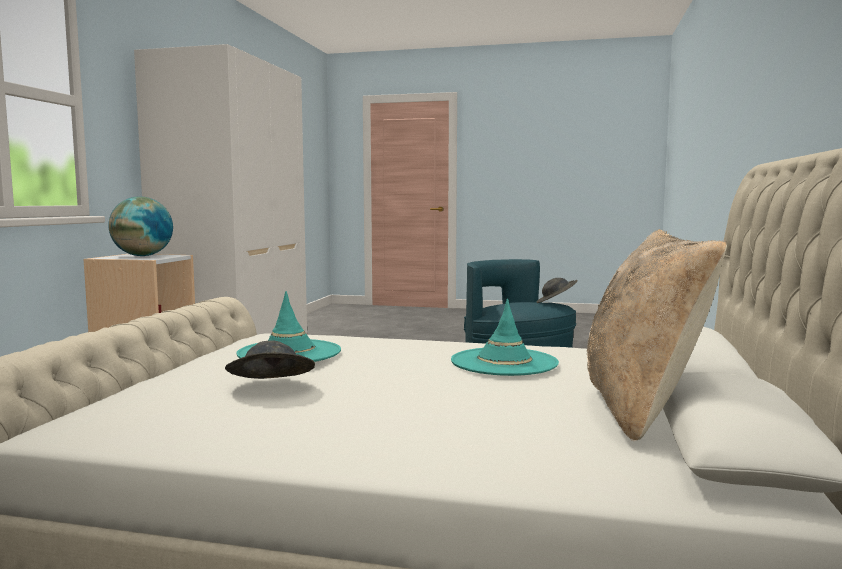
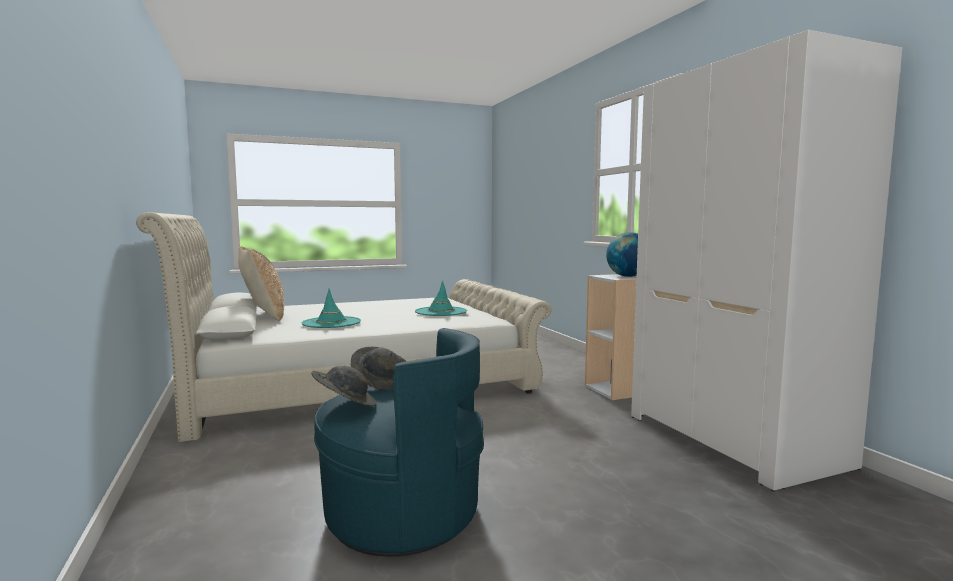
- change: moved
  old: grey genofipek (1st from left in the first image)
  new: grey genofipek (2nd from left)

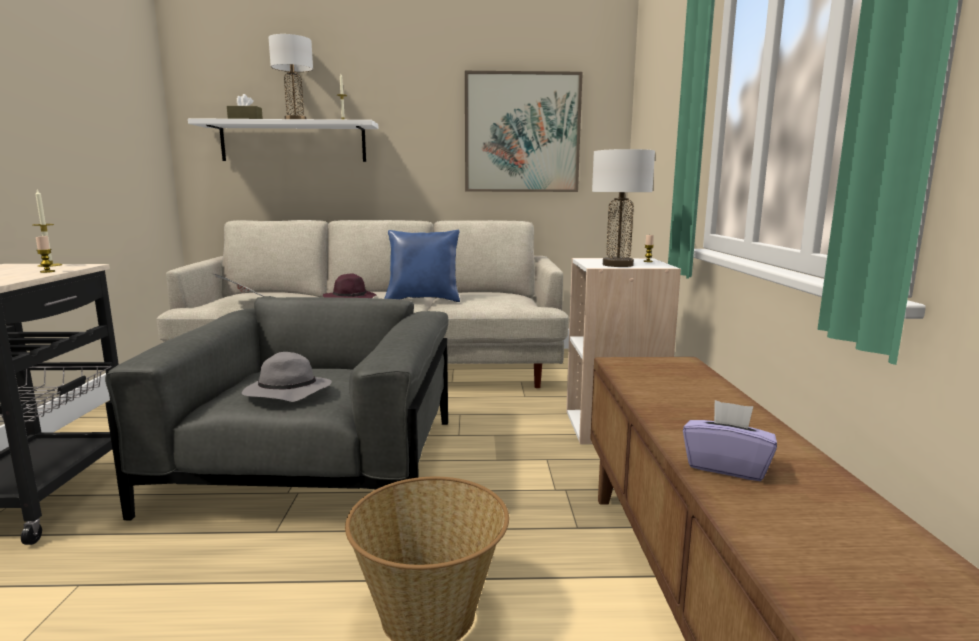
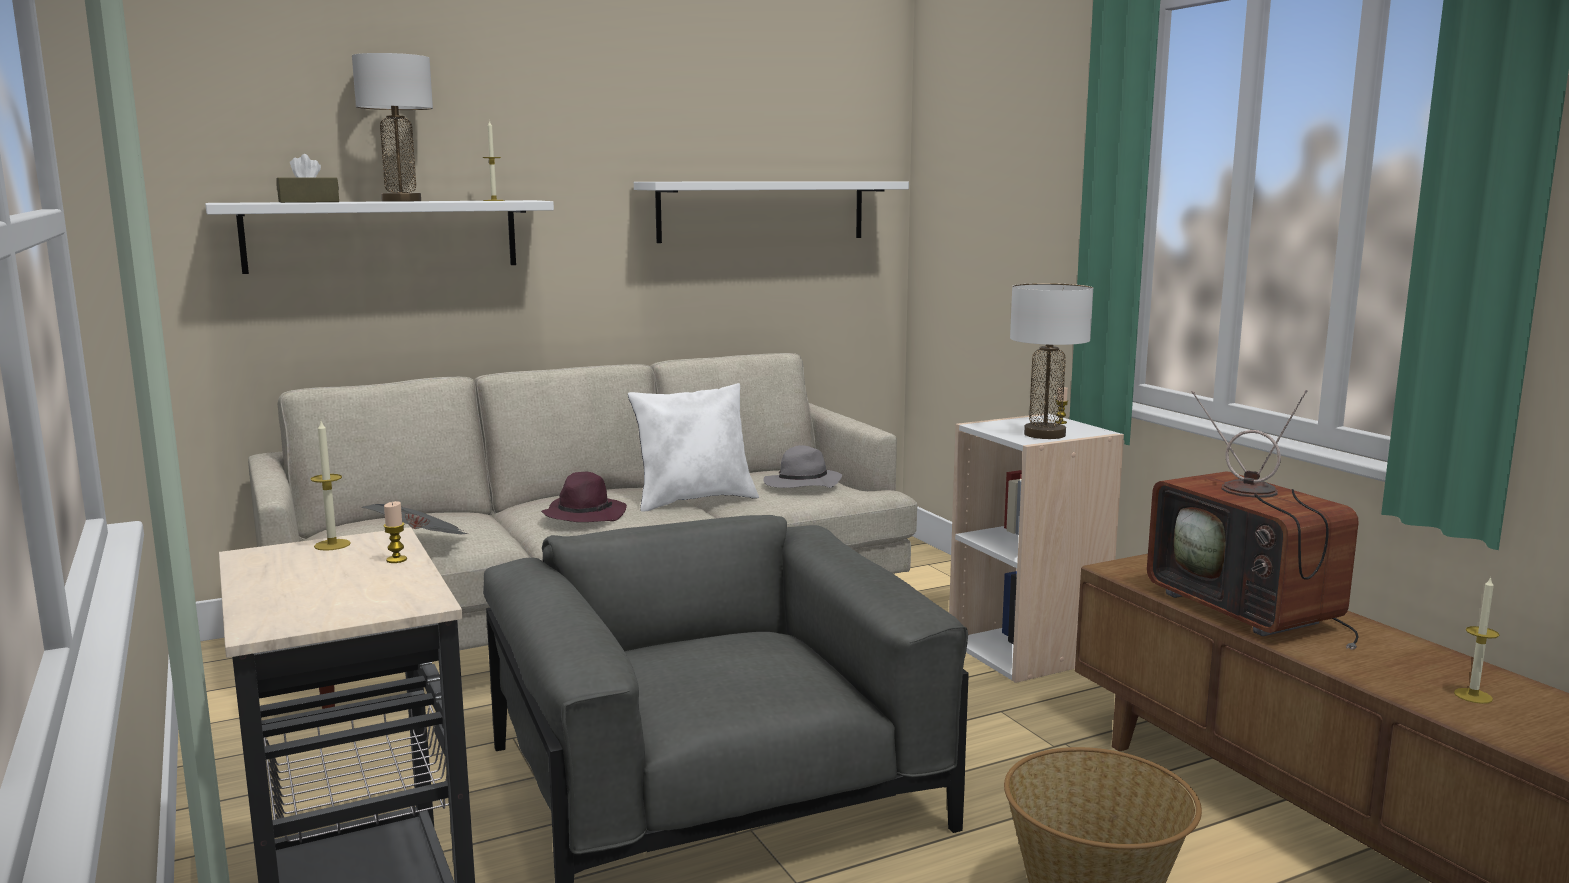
- change: moved
  old: grey genofipek
- change: recoloured
  old: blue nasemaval
  new: white nasemaval
- change: replaced
  old: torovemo
  new: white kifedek (2nd from left)
- change: removed
  old: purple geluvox
- change: added
  new: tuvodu
- change: added
  new: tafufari (5th from left)

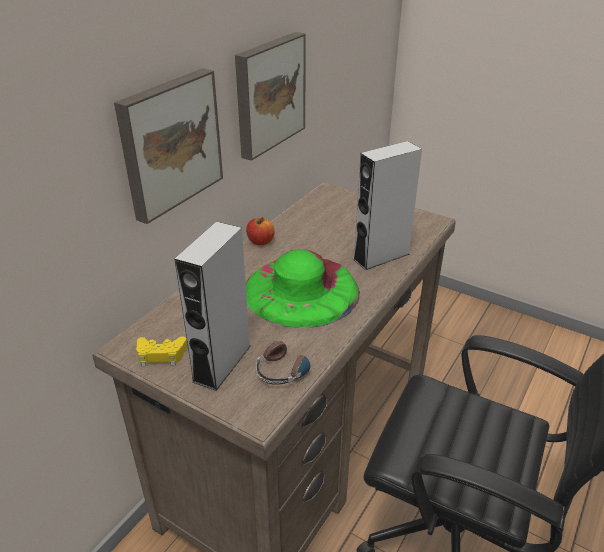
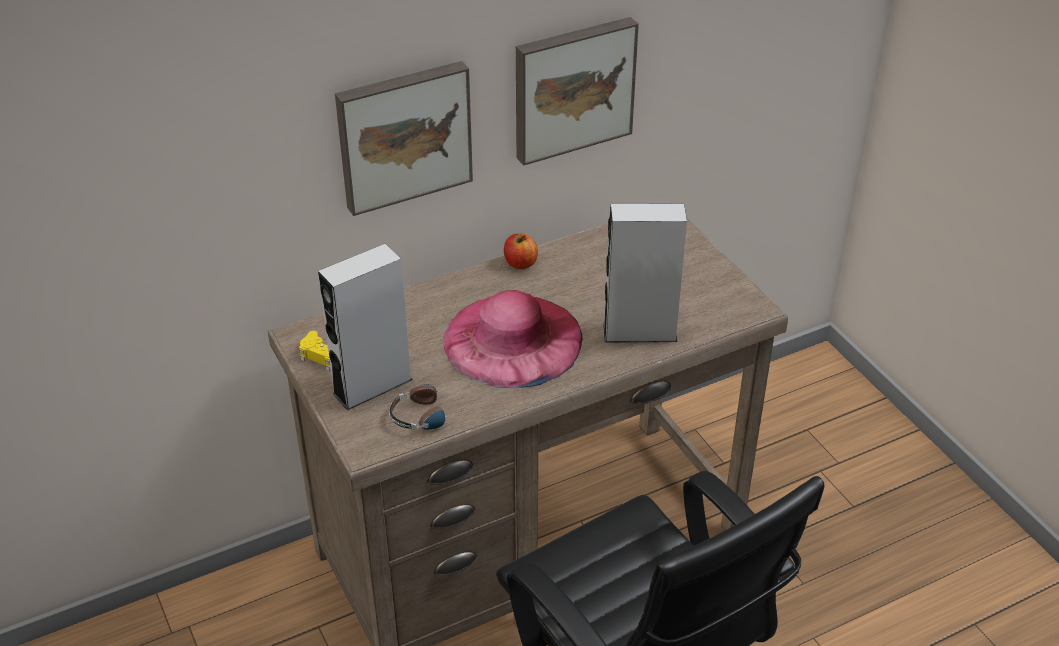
- change: recoloured
  old: green genofipek
  new: pink genofipek

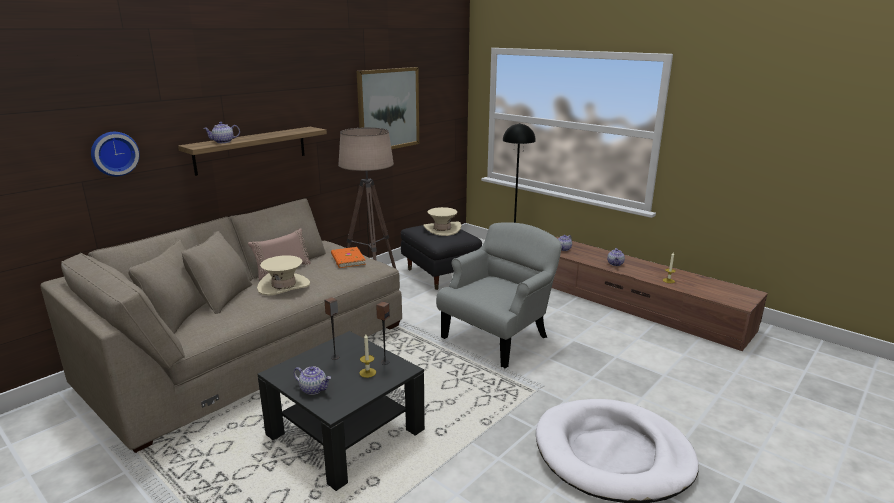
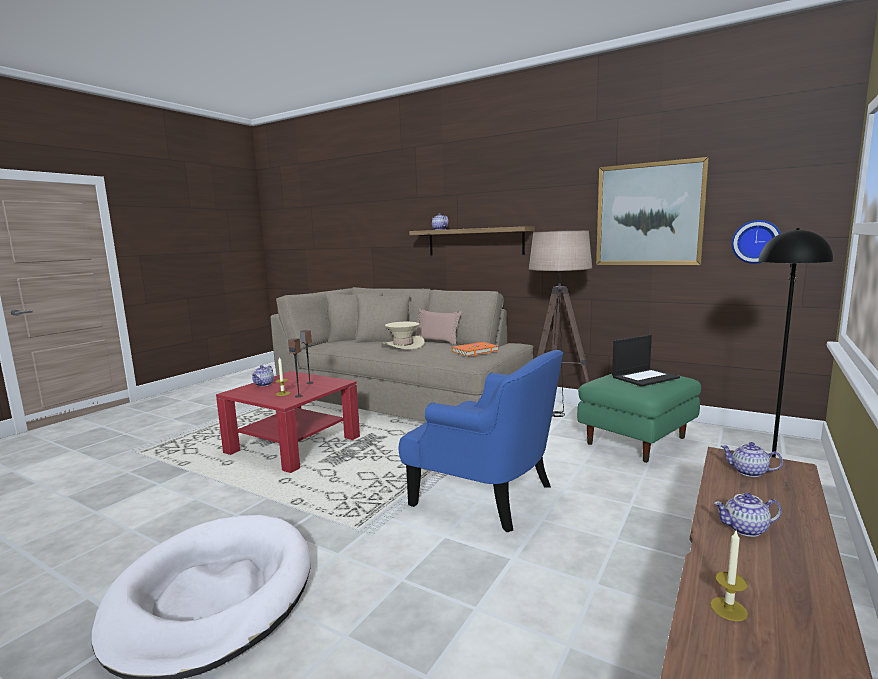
- change: moved
  old: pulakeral
- change: recoloured
  old: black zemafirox
  new: red zemafirox
- change: recoloured
  old: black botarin
  new: green botarin
- change: replaced
  old: beige genofipek (2nd from left)
  new: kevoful
- change: recoloured
  old: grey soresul
  new: blue soresul

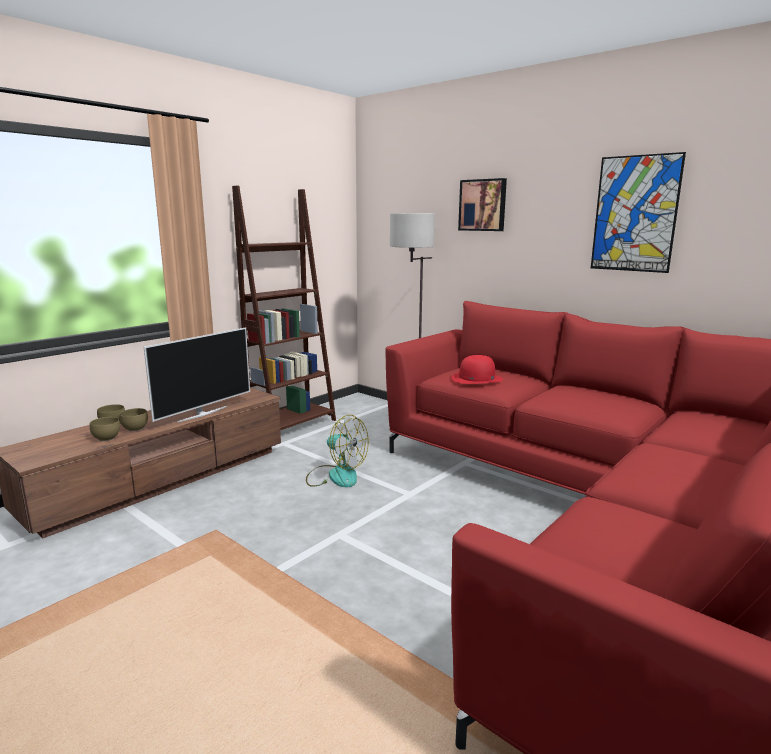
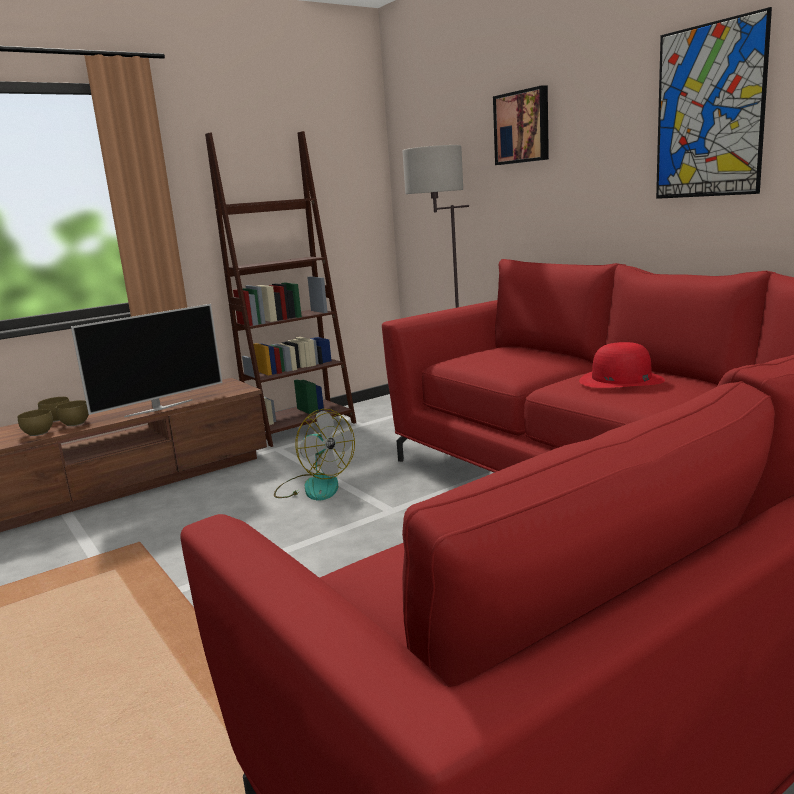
- change: moved
  old: red genofipek

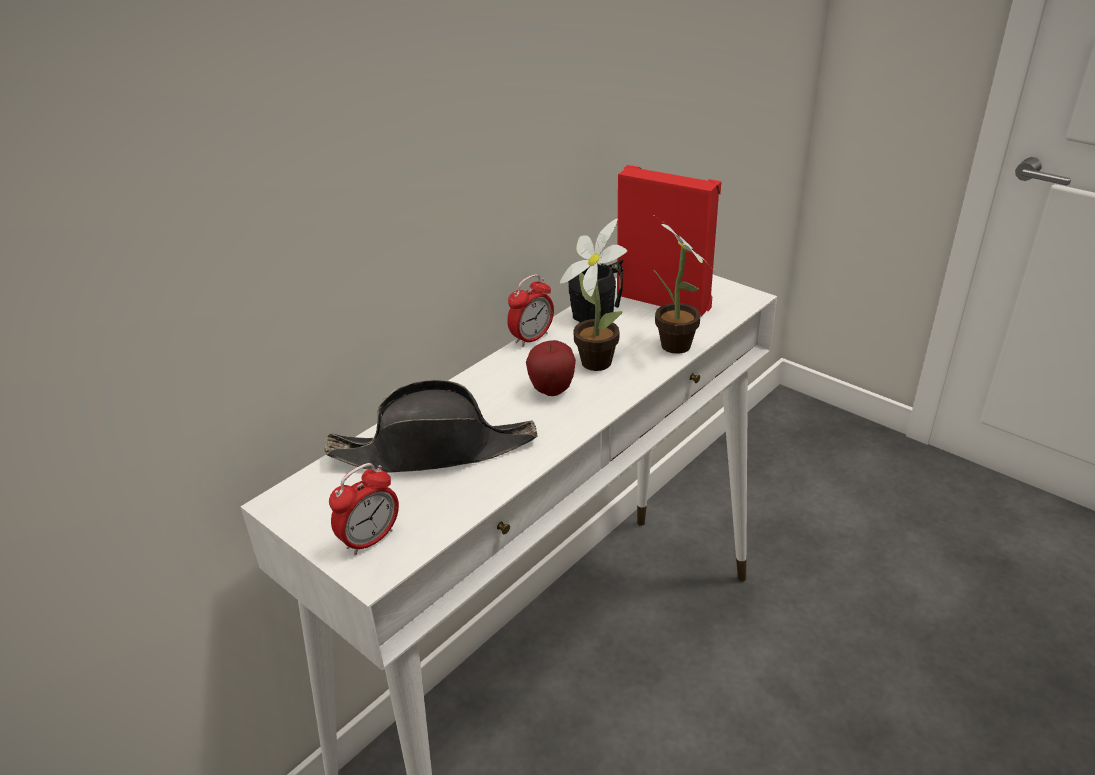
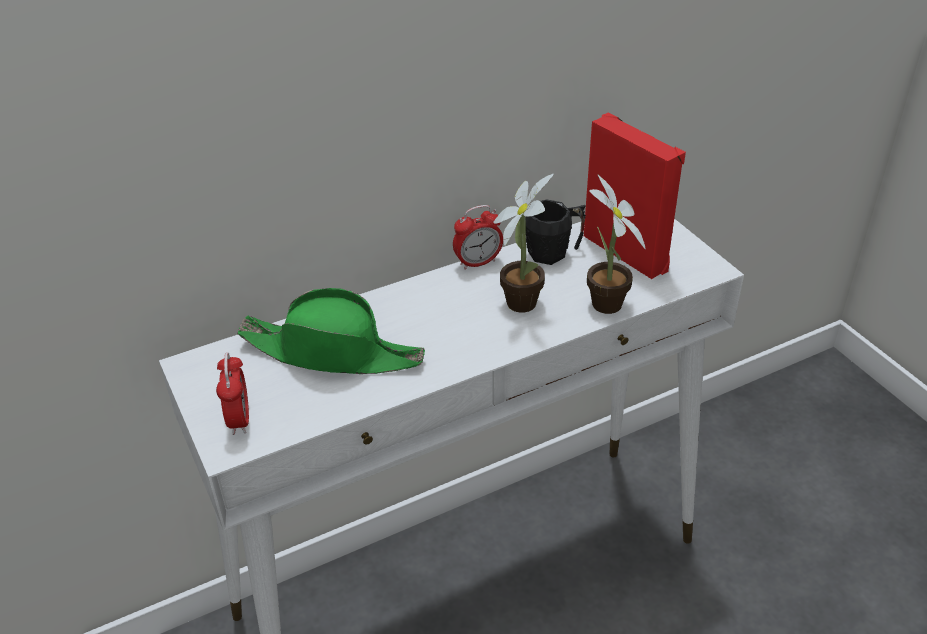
- change: recoloured
  old: black genofipek
  new: green genofipek
- change: turned
  old: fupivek (1st from left)
  degrees: -75
- change: removed
  old: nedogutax

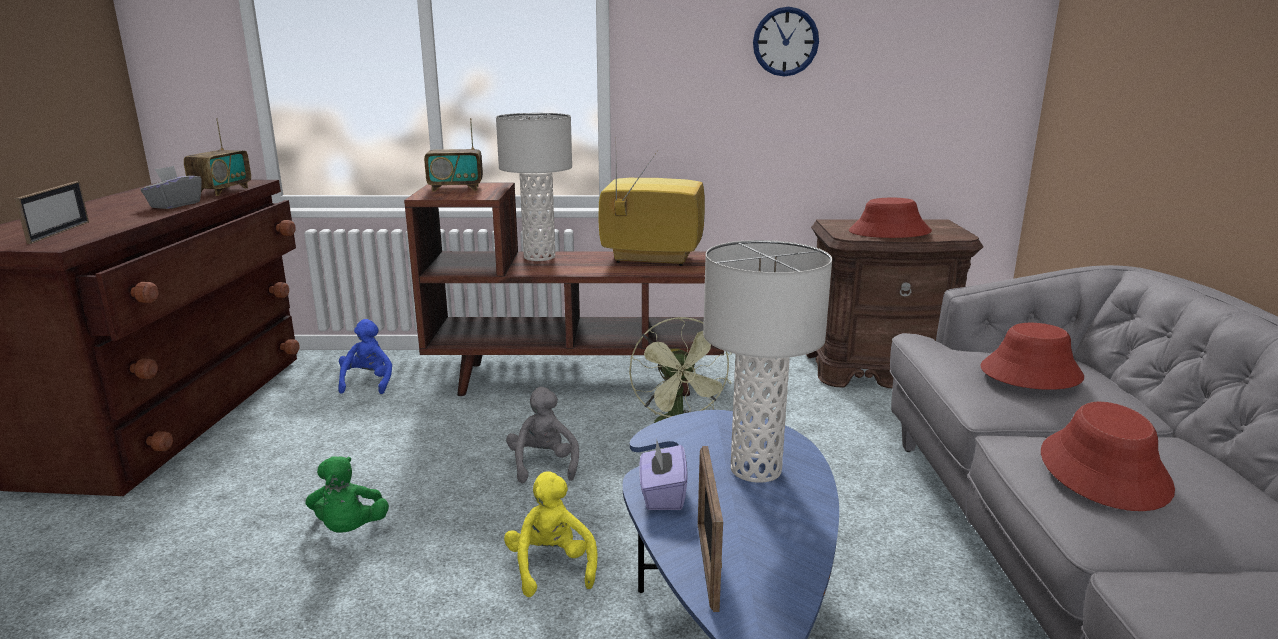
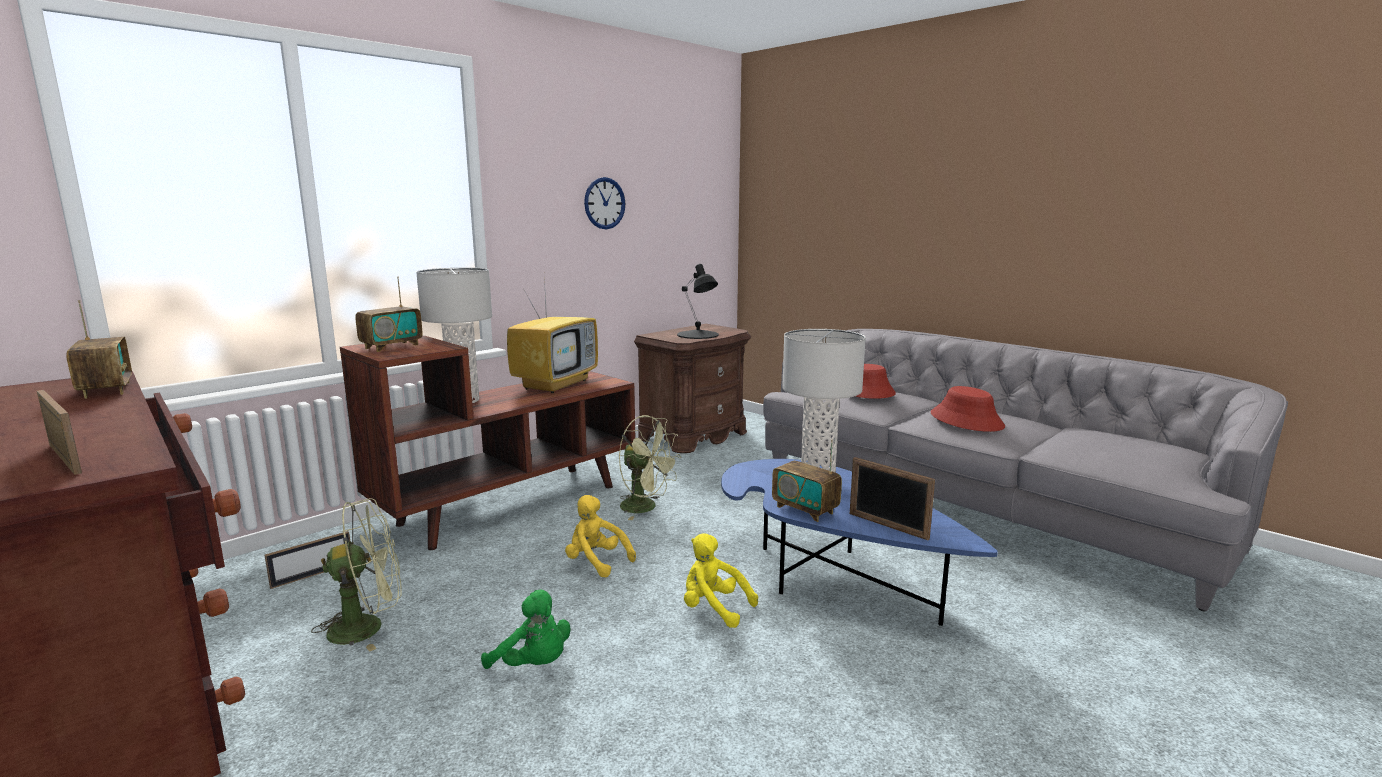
- change: removed
  old: grey geluvox
- change: replaced
  old: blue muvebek
  new: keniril (2nd from left)
- change: recoloured
  old: grey muvebek
  new: yellow muvebek (1st from left)
- change: turned
  old: tuvodu
  degrees: 150
- change: replaced
  old: purple geluvox
  new: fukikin (3rd from left)
- change: replaced
  old: red genofipek (1st from left)
  new: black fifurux
- change: added
  new: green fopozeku (1st from left)

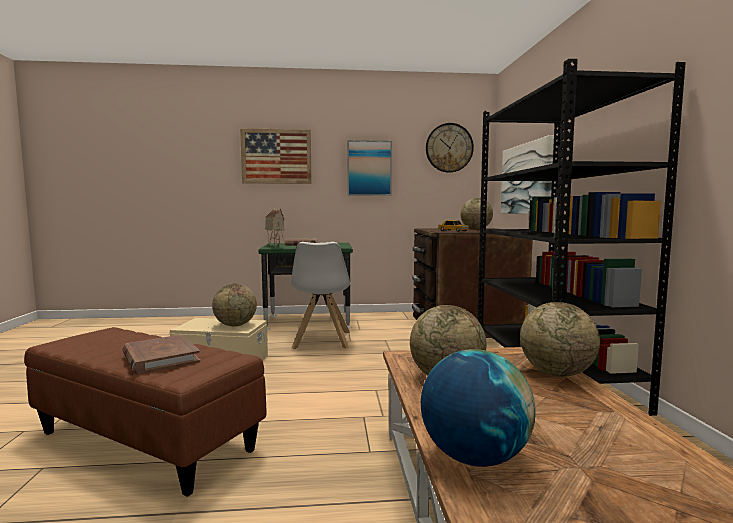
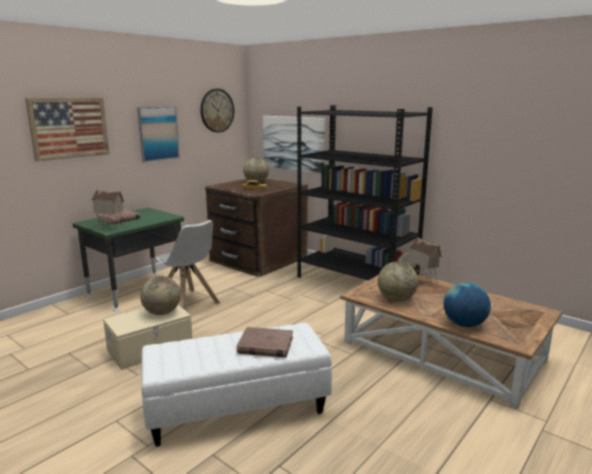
- change: recoloured
  old: brown botarin
  new: white botarin
- change: replaced
  old: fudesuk (5th from left)
  new: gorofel (2nd from left)

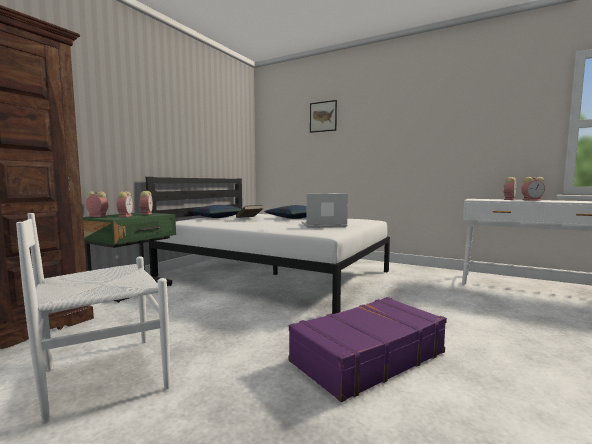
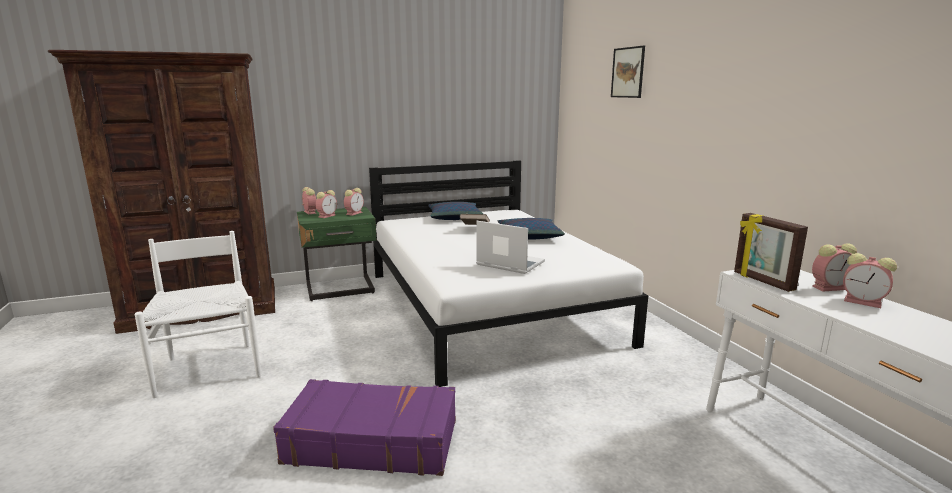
- change: turned
  old: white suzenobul
  degrees: 60
- change: added
  new: keniril

